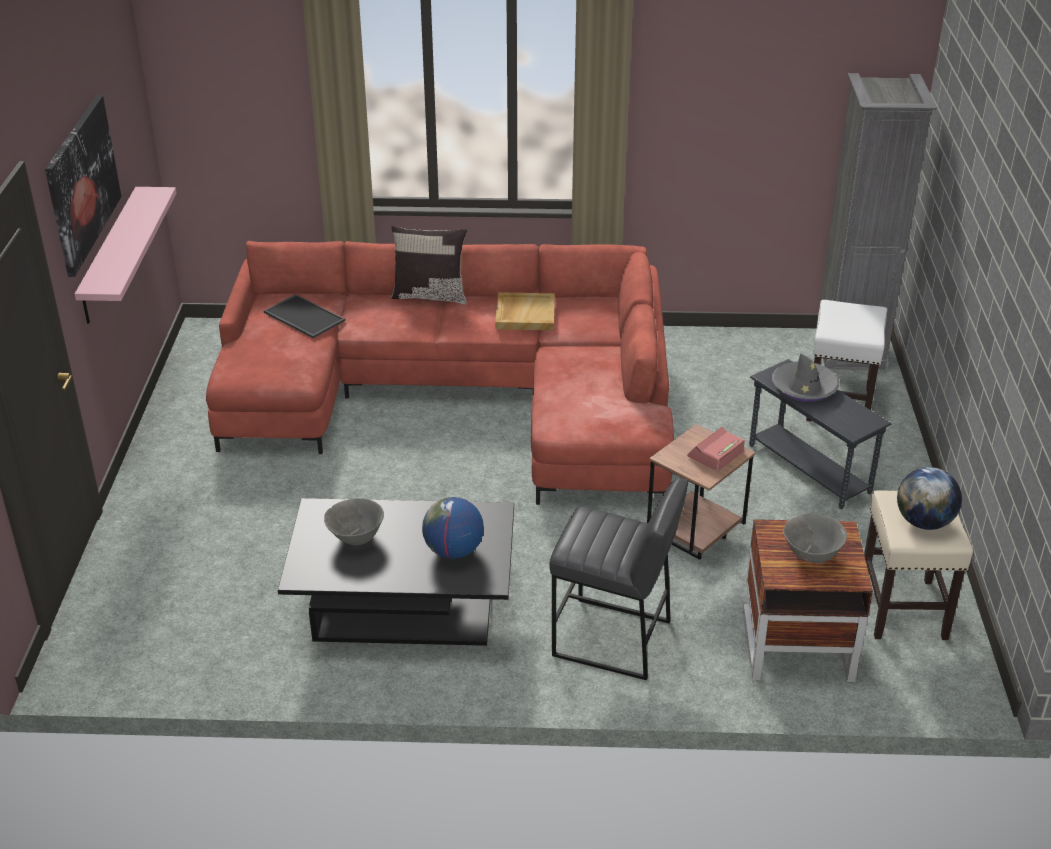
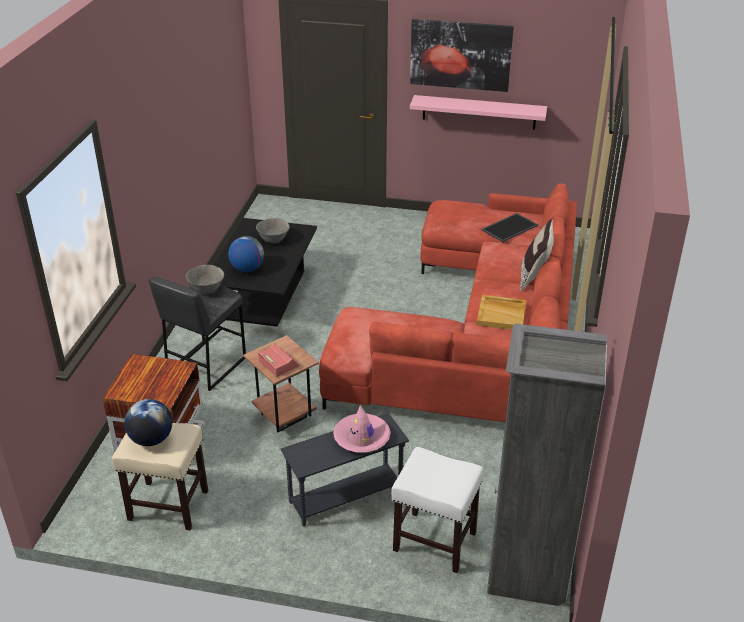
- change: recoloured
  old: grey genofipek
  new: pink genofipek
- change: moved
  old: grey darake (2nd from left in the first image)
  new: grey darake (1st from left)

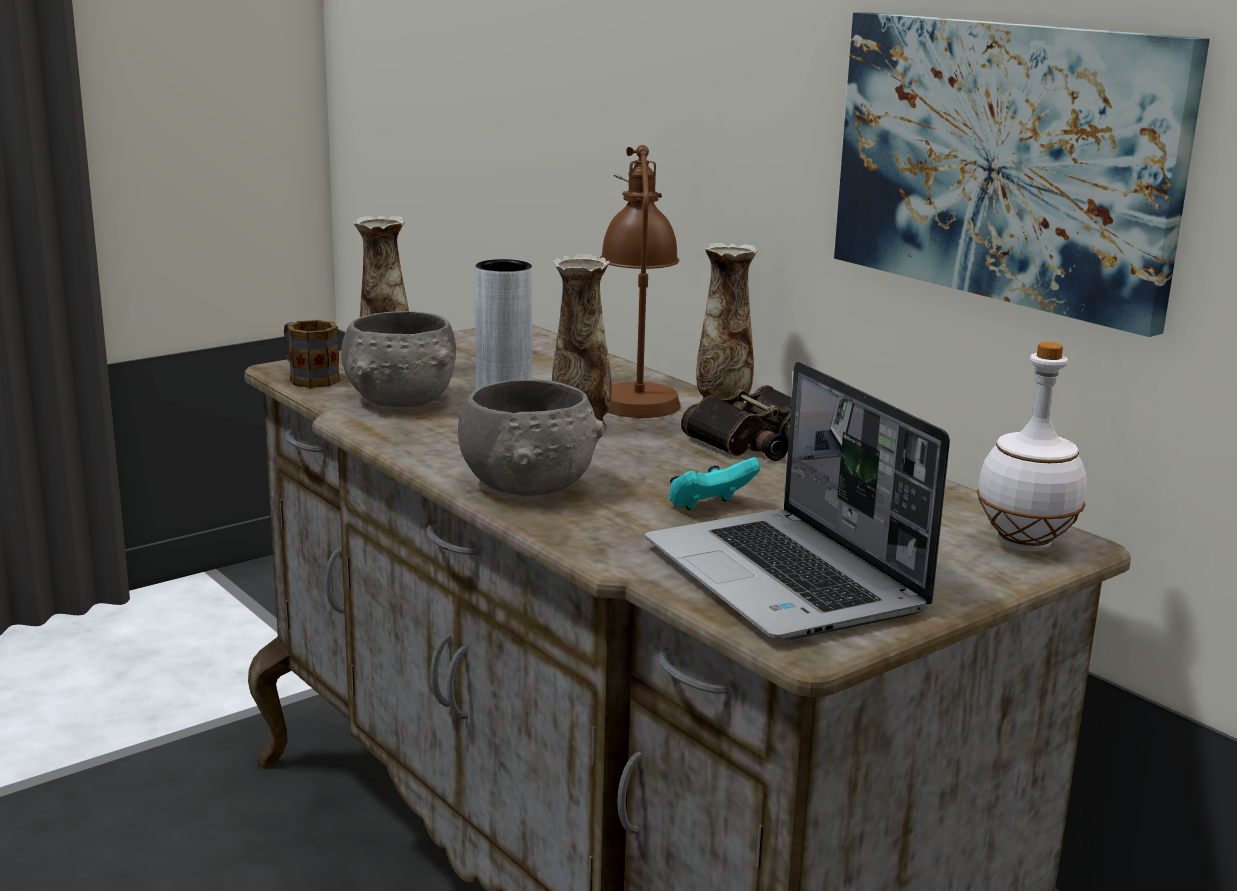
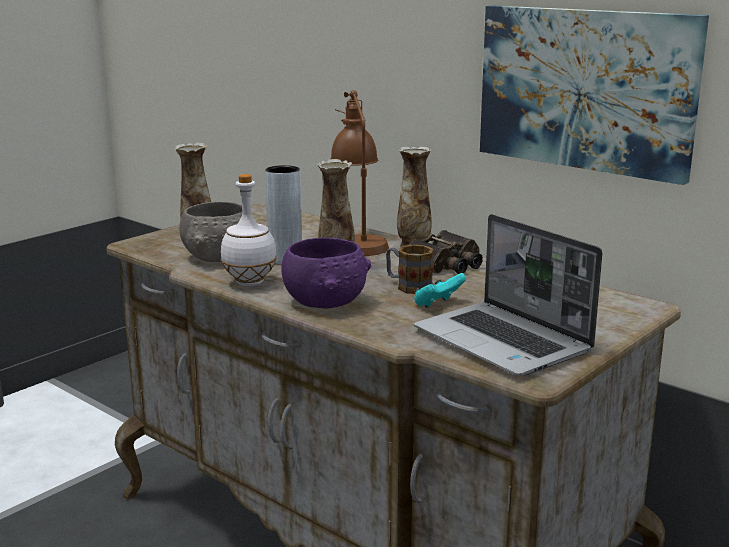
- change: moved
  old: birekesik
- change: recoloured
  old: grey darake (2nd from left)
  new: purple darake
- change: moved
  old: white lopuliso

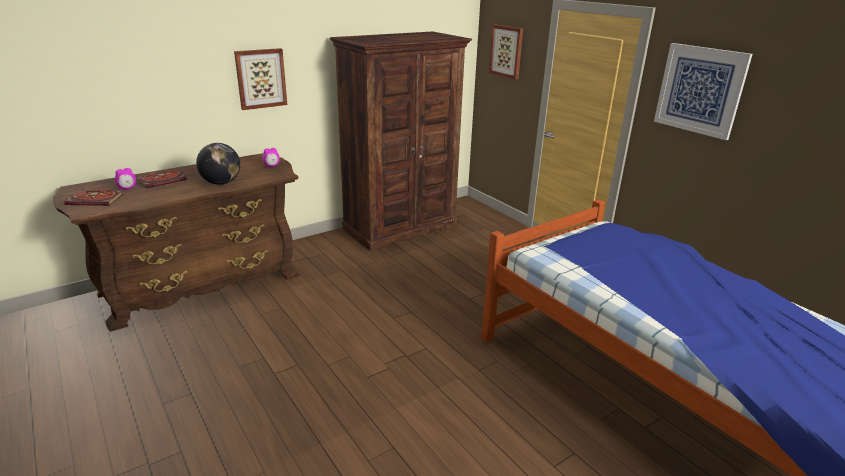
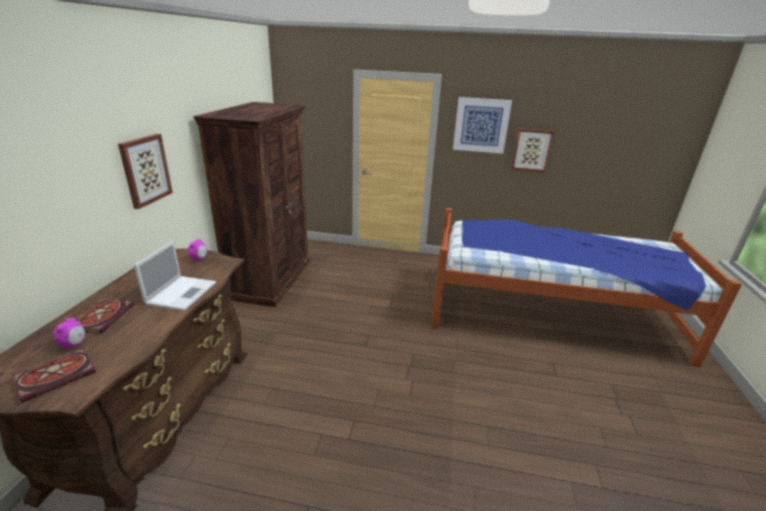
- change: replaced
  old: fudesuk
  new: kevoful
- change: moved
  old: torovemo (2nd from left in the first image)
  new: torovemo (3rd from left)

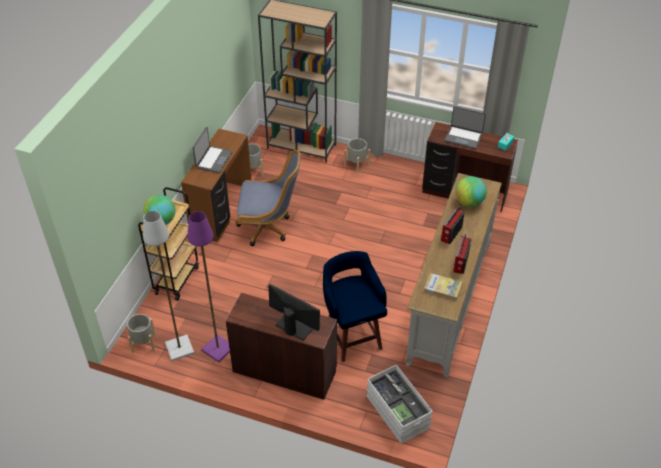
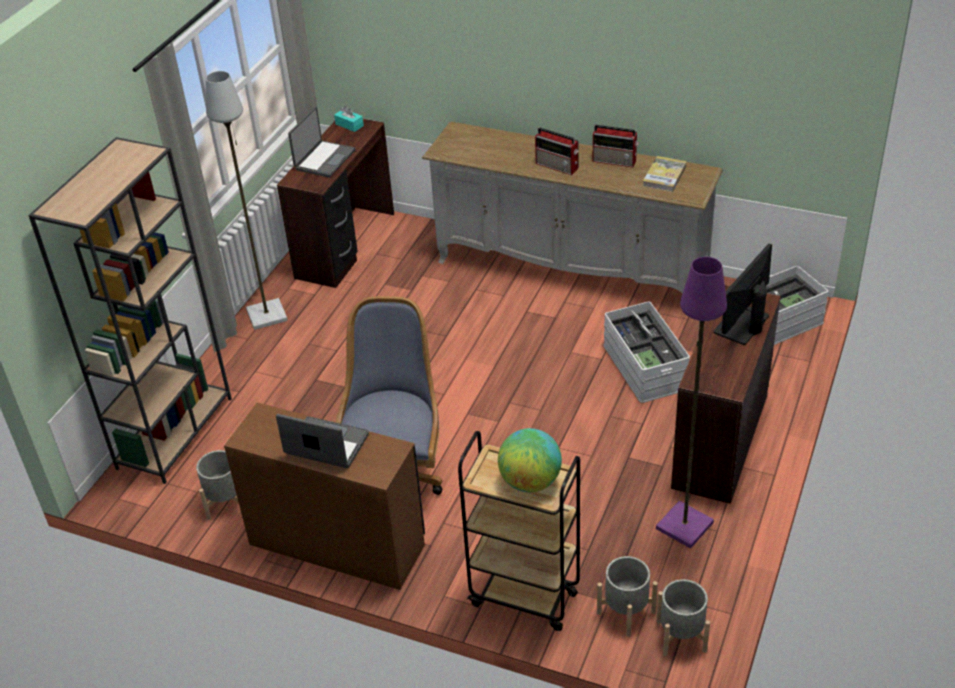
- change: moved
  old: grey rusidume
- change: replaced
  old: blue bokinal
  new: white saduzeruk (1st from left)
- change: moved
  old: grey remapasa (3rd from left in the first image)
  new: grey remapasa (2nd from left)
- change: removed
  old: fudesuk (2nd from left)

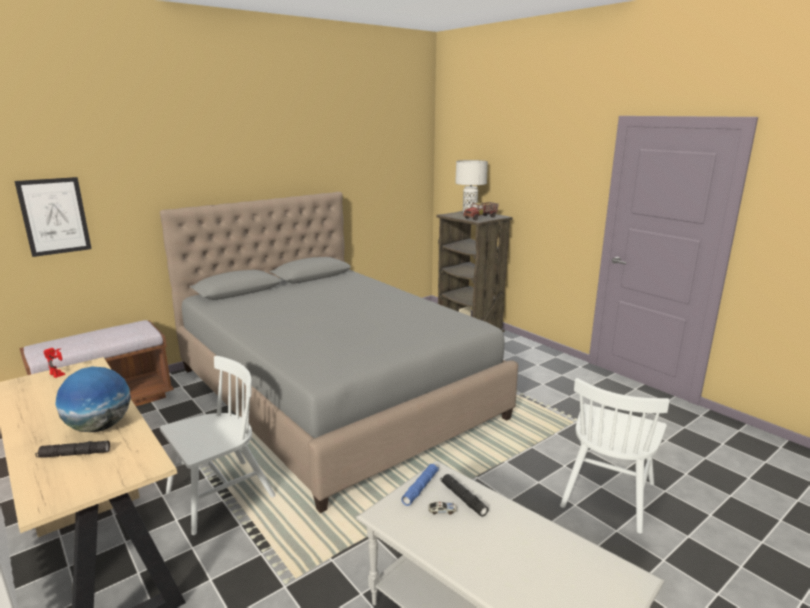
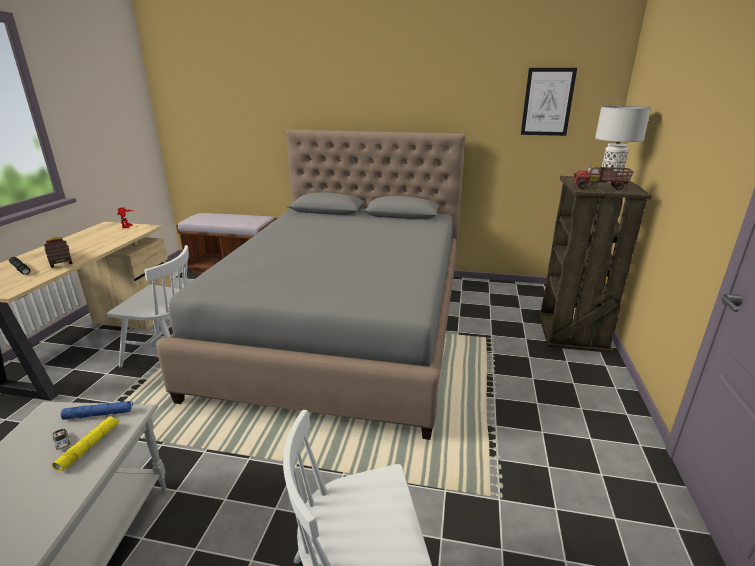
- change: moved
  old: torovemo
- change: replaced
  old: fudesuk
  new: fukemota (1st from left)
- change: recoloured
  old: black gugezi (2nd from left)
  new: yellow gugezi

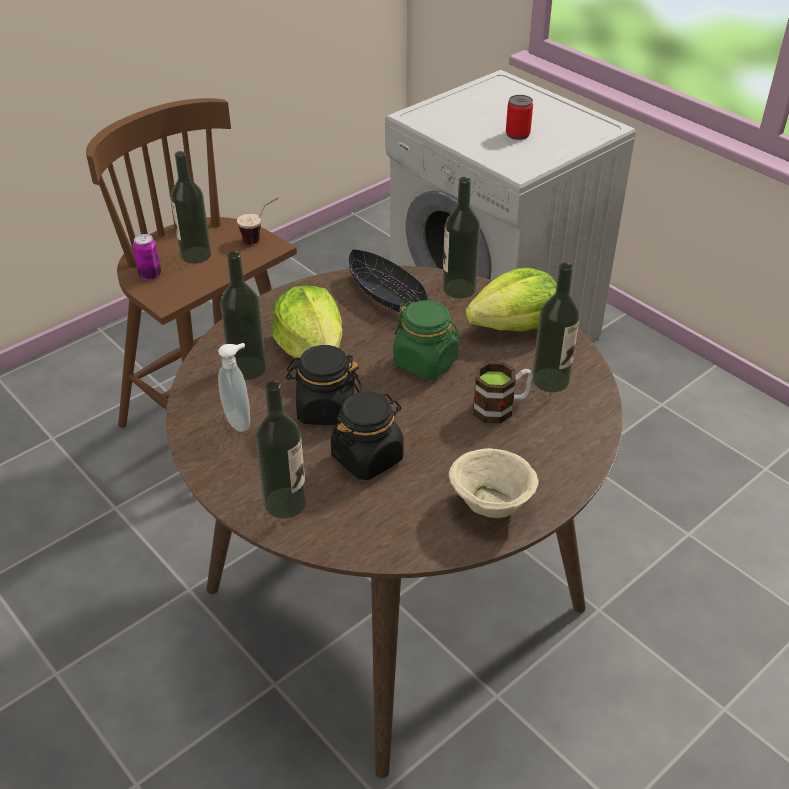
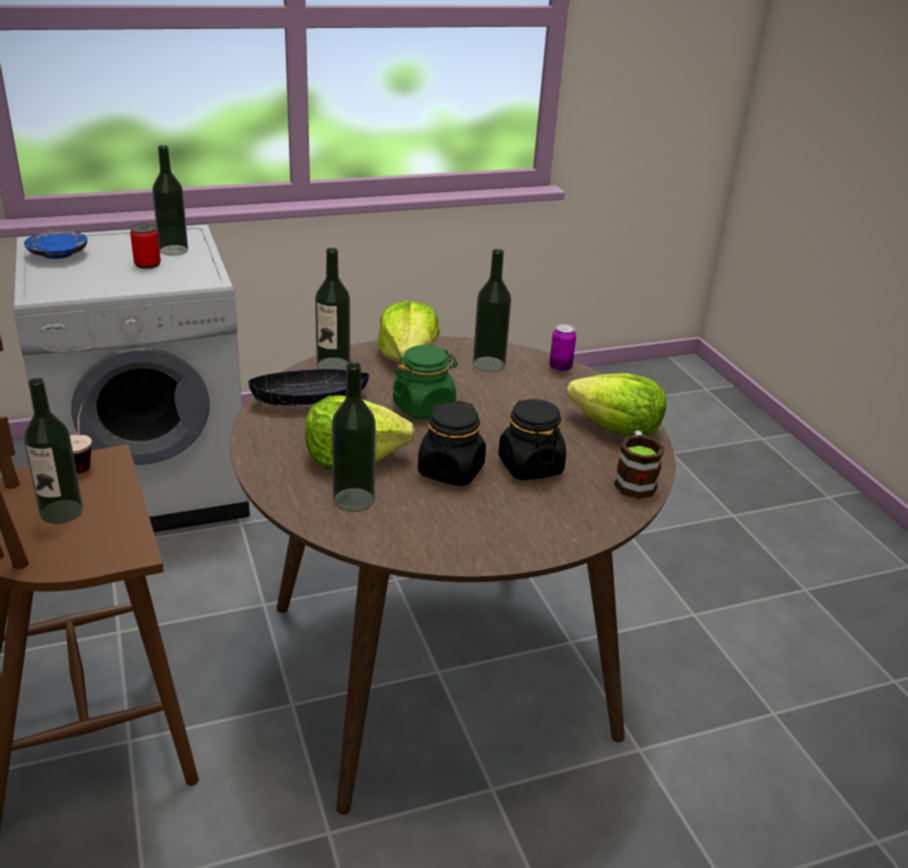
- change: moved
  old: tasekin (1st from left in the first image)
  new: tasekin (2nd from left)
- change: removed
  old: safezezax
- change: moved
  old: lopuliso (3rd from left in the first image)
  new: lopuliso (2nd from left)
- change: replaced
  old: beige darake
  new: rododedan (3rd from left)
- change: moved
  old: birekesik
- change: added
  new: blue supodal

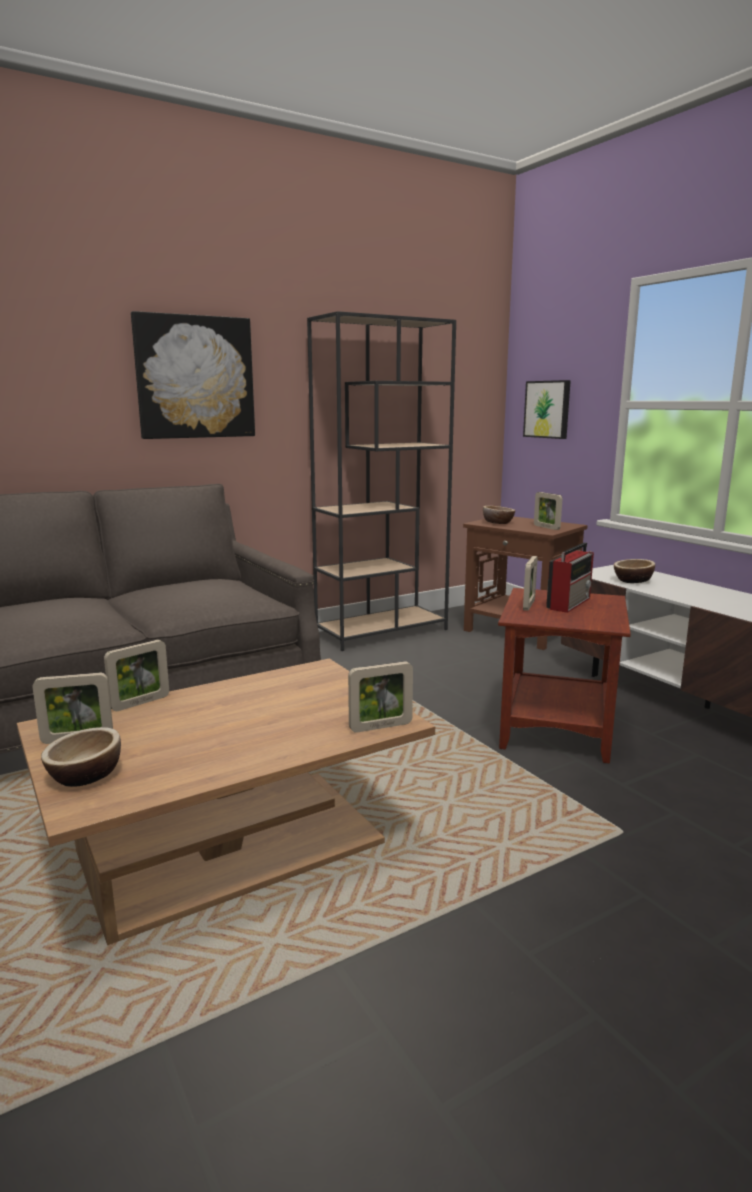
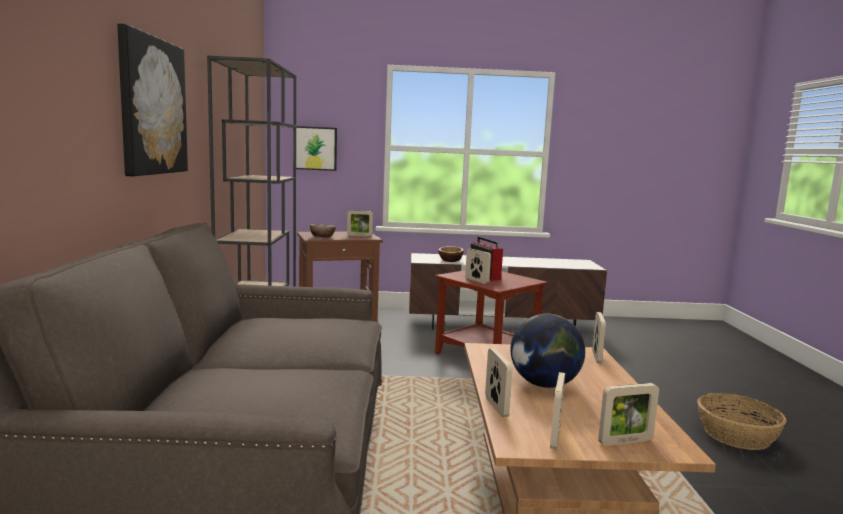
- change: replaced
  old: darake (1st from left)
  new: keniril (6th from left)
- change: added
  new: fudesuk
- change: added
  new: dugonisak

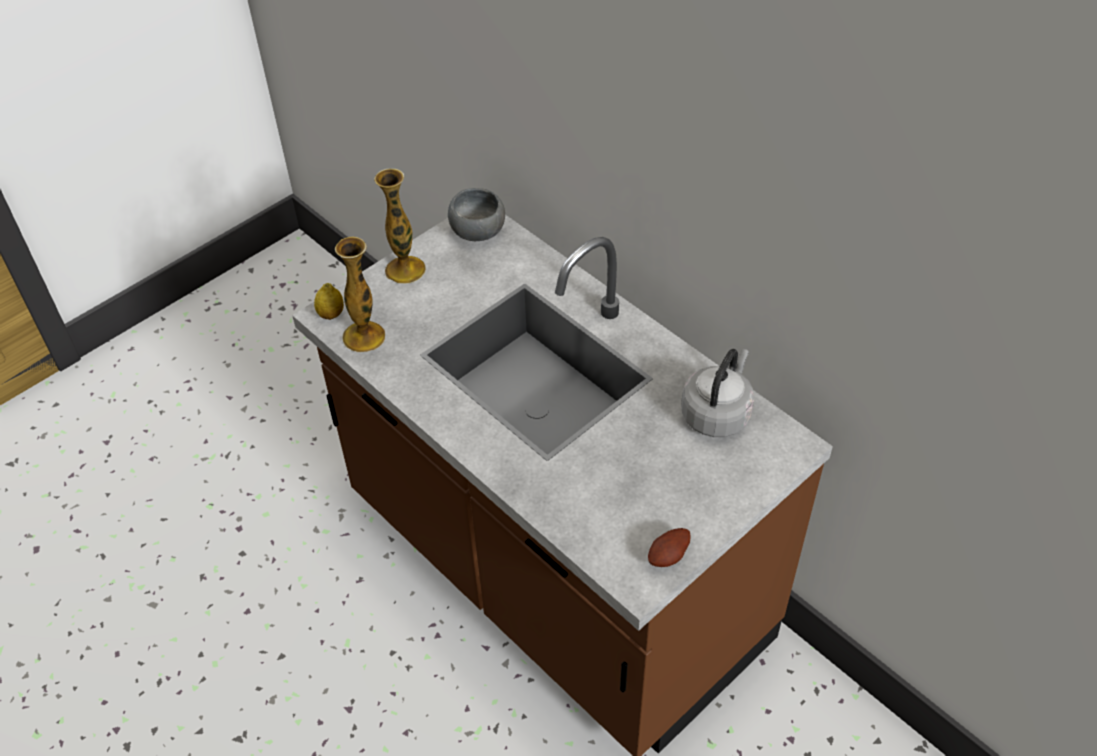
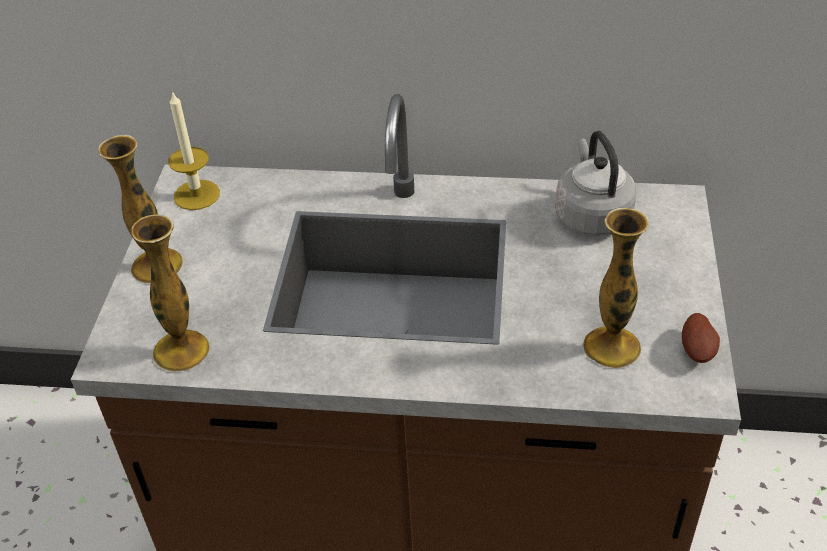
- change: removed
  old: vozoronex
- change: replaced
  old: grey darake
  new: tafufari
- change: added
  new: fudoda (3rd from left)

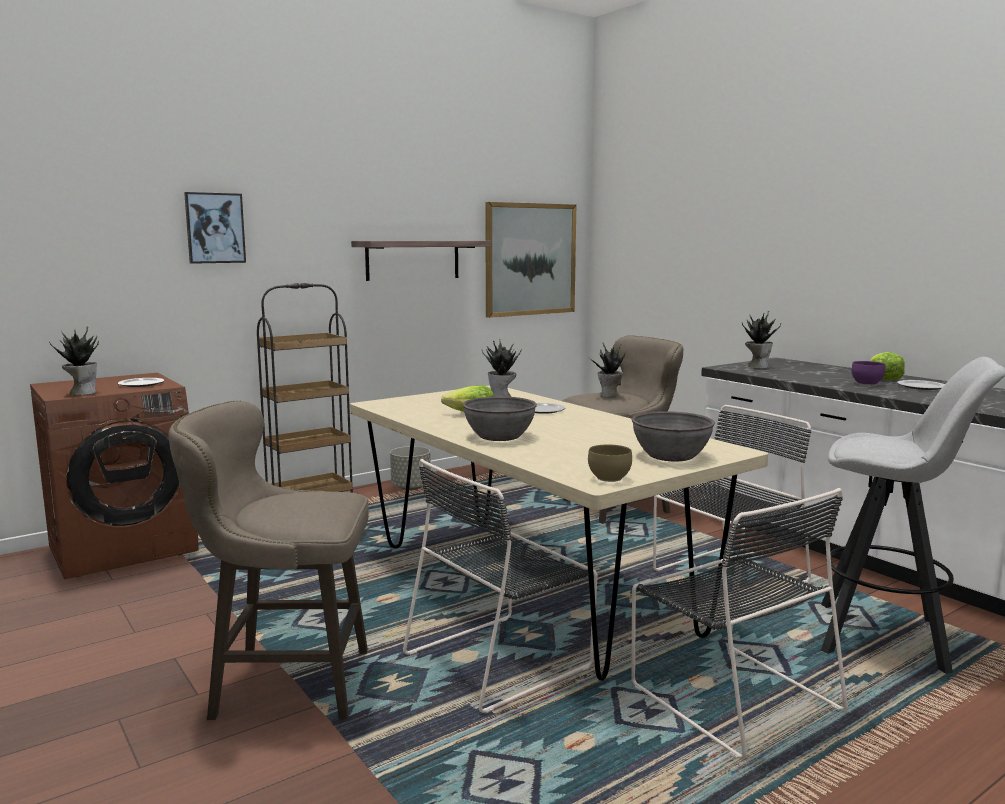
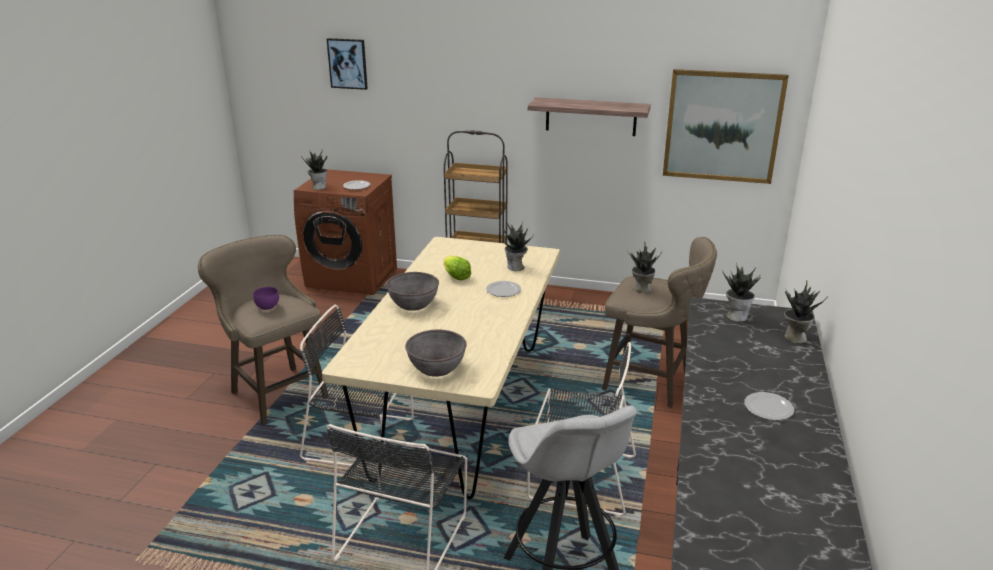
- change: moved
  old: torovemo (1st from left)
- change: removed
  old: grey remapasa
- change: removed
  old: brown darake
- change: moved
  old: purple darake
- change: removed
  old: rododedan (2nd from left)
- change: added
  new: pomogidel (5th from left)

